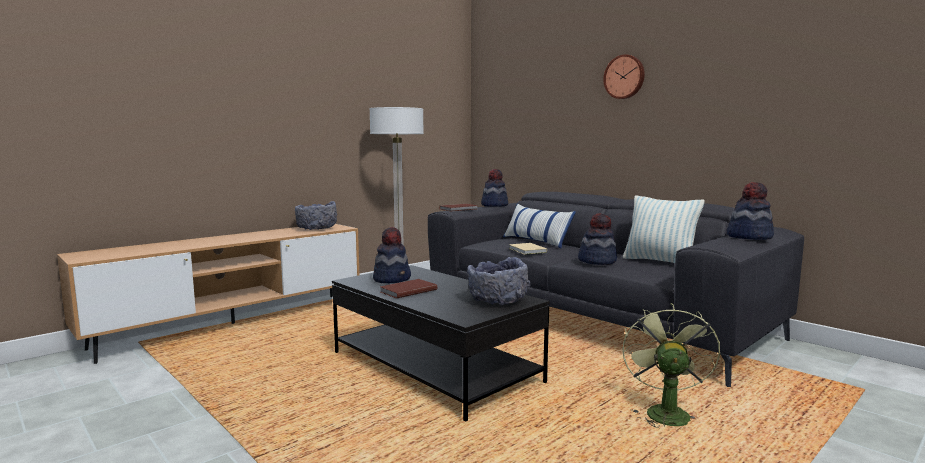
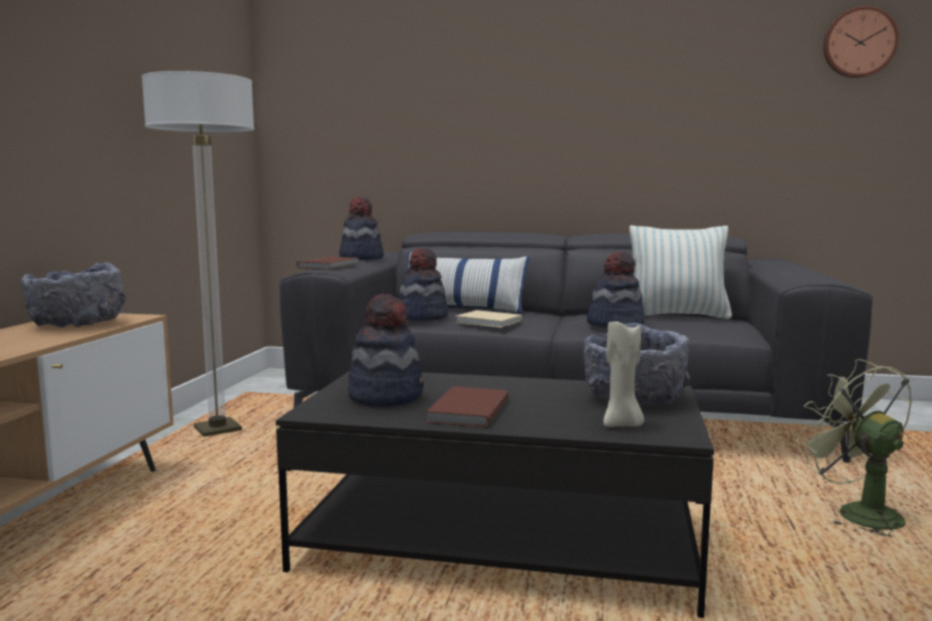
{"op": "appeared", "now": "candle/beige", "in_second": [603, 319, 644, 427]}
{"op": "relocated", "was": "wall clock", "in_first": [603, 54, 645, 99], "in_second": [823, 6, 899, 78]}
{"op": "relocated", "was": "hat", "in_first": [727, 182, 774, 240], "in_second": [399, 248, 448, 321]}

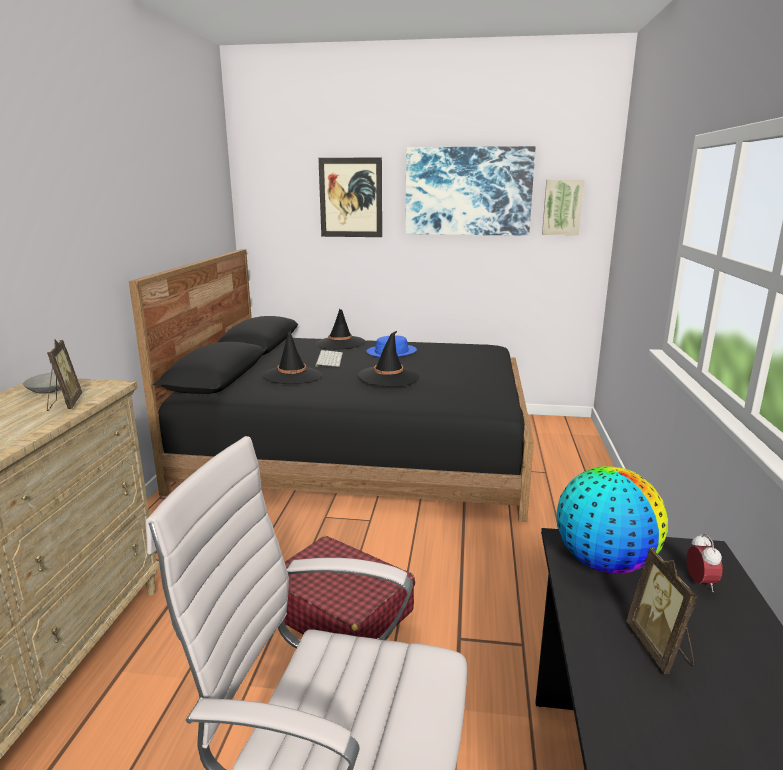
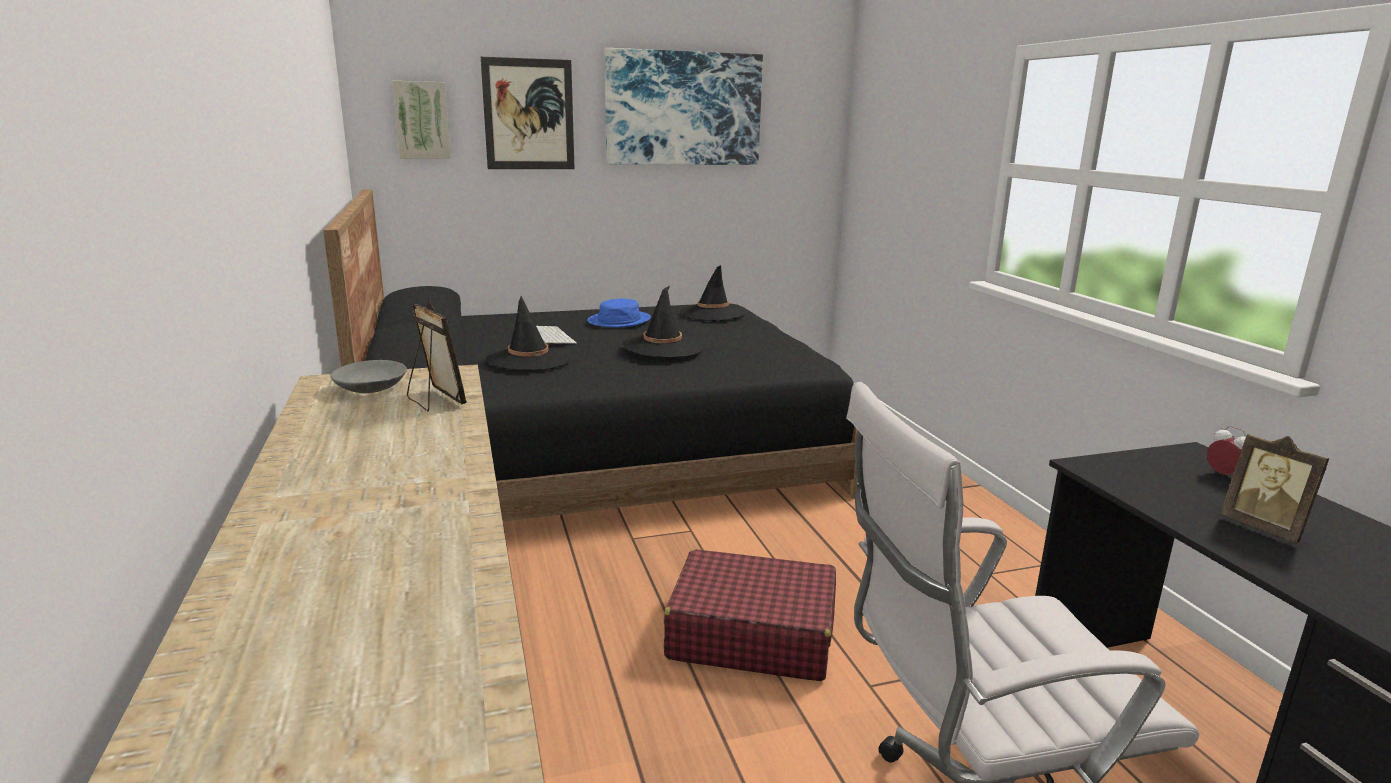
{"op": "missing", "was": "globe", "in_first": [557, 466, 668, 574]}
{"op": "relocated", "was": "hat/black", "in_first": [315, 309, 365, 350], "in_second": [680, 265, 746, 321]}
{"op": "relocated", "was": "picture", "in_first": [542, 179, 584, 235], "in_second": [392, 81, 451, 159]}

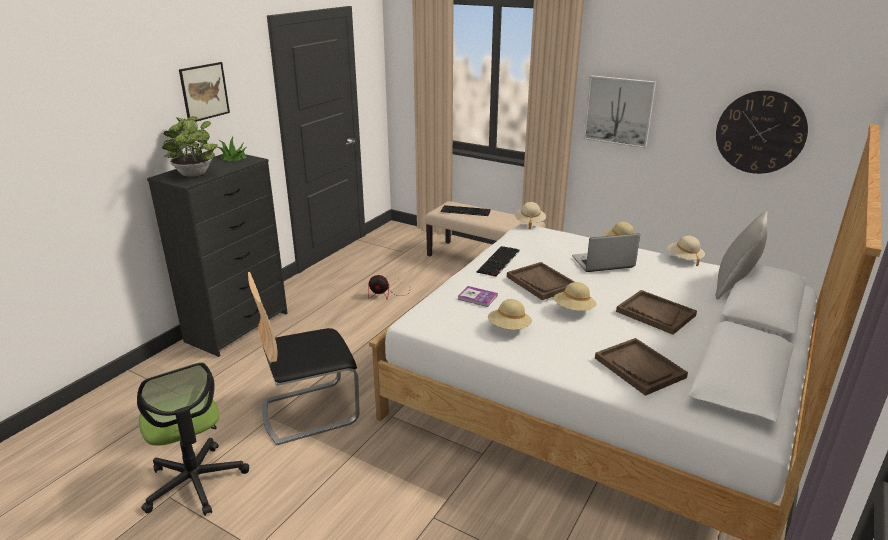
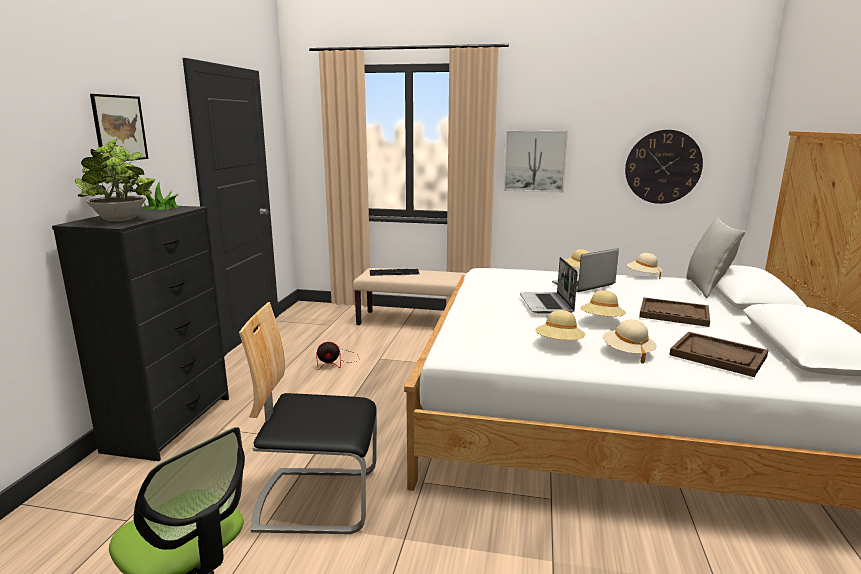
{"op": "missing", "was": "book", "in_first": [457, 286, 498, 307]}
{"op": "missing", "was": "keyboard", "in_first": [476, 246, 519, 277]}
{"op": "relocated", "was": "hat/beige", "in_first": [515, 202, 546, 229], "in_second": [603, 319, 657, 364]}
{"op": "exchanged", "was": "tray/brown", "now": "laptop", "in_first": [507, 262, 574, 300], "in_second": [520, 257, 578, 313]}
{"op": "spun", "was": "chair", "in_first": [248, 272, 360, 445], "in_second": [239, 302, 377, 534], "clockwise": 45}

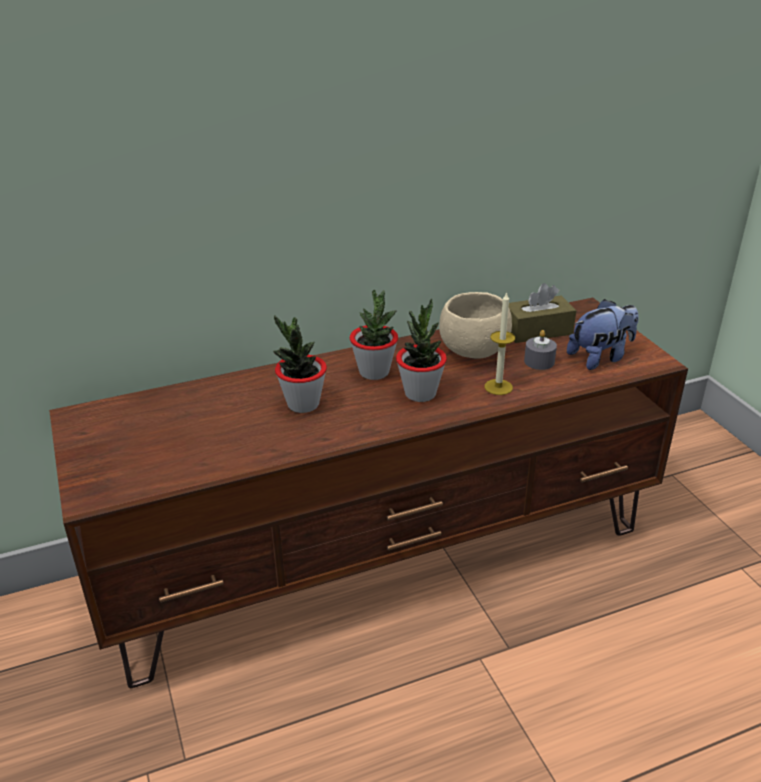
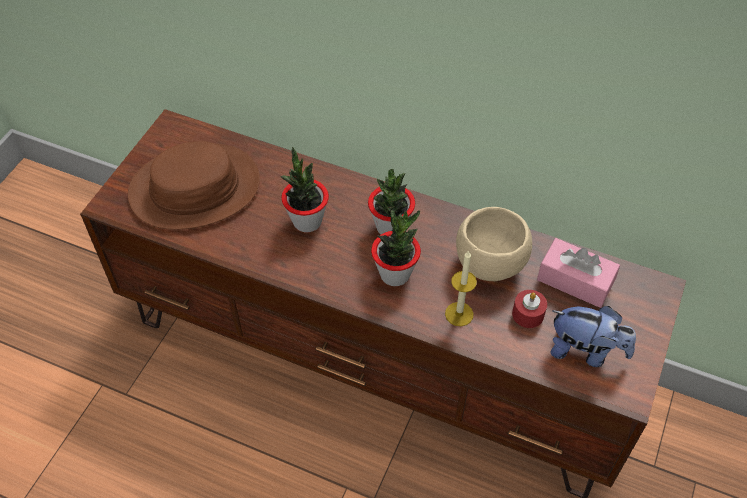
{"op": "appeared", "now": "hat/brown", "in_second": [128, 141, 260, 230]}
{"op": "colour", "was": "tissue box/brown", "now": "tissue box/pink", "in_first": [509, 283, 576, 343], "in_second": [537, 238, 620, 308]}
{"op": "colour", "was": "candle/grey", "now": "candle/red", "in_first": [524, 330, 557, 370], "in_second": [512, 290, 547, 328]}

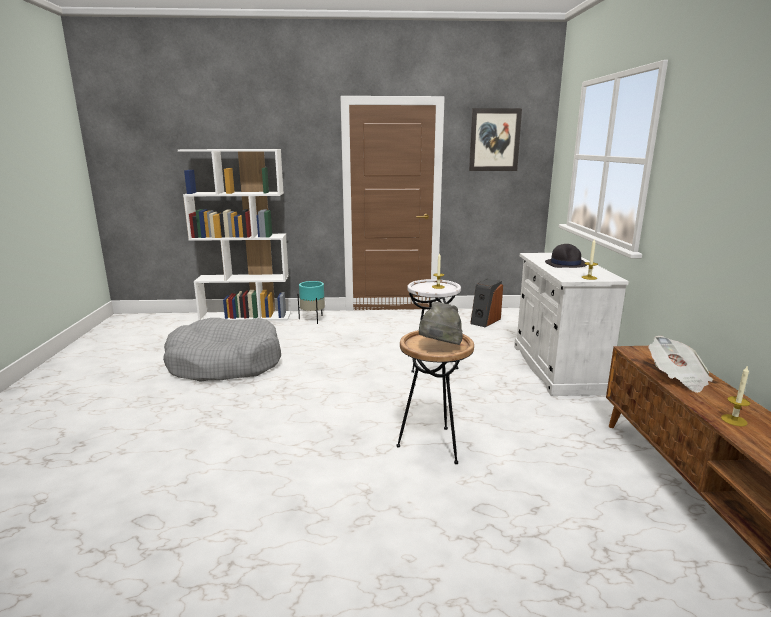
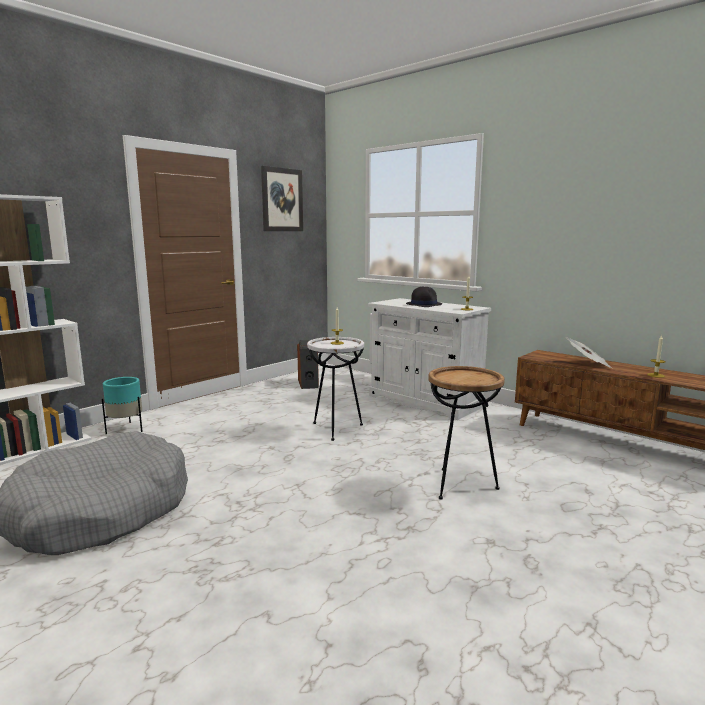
{"op": "missing", "was": "hat/grey", "in_first": [419, 302, 463, 345]}

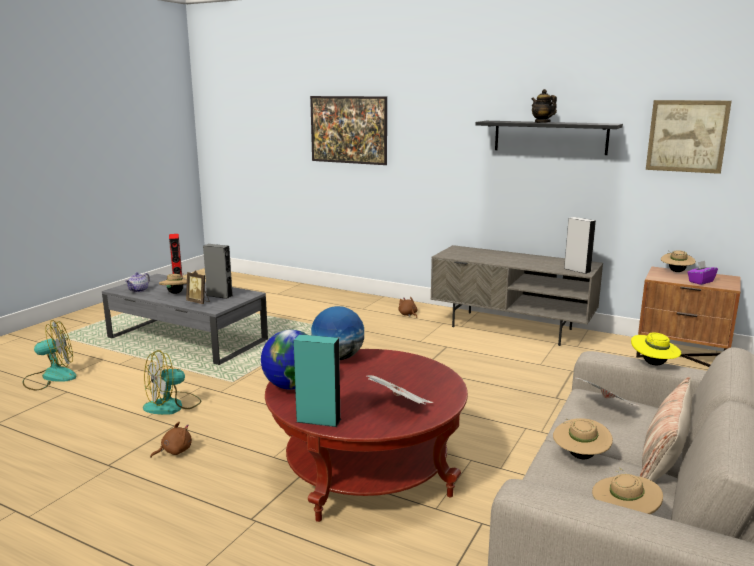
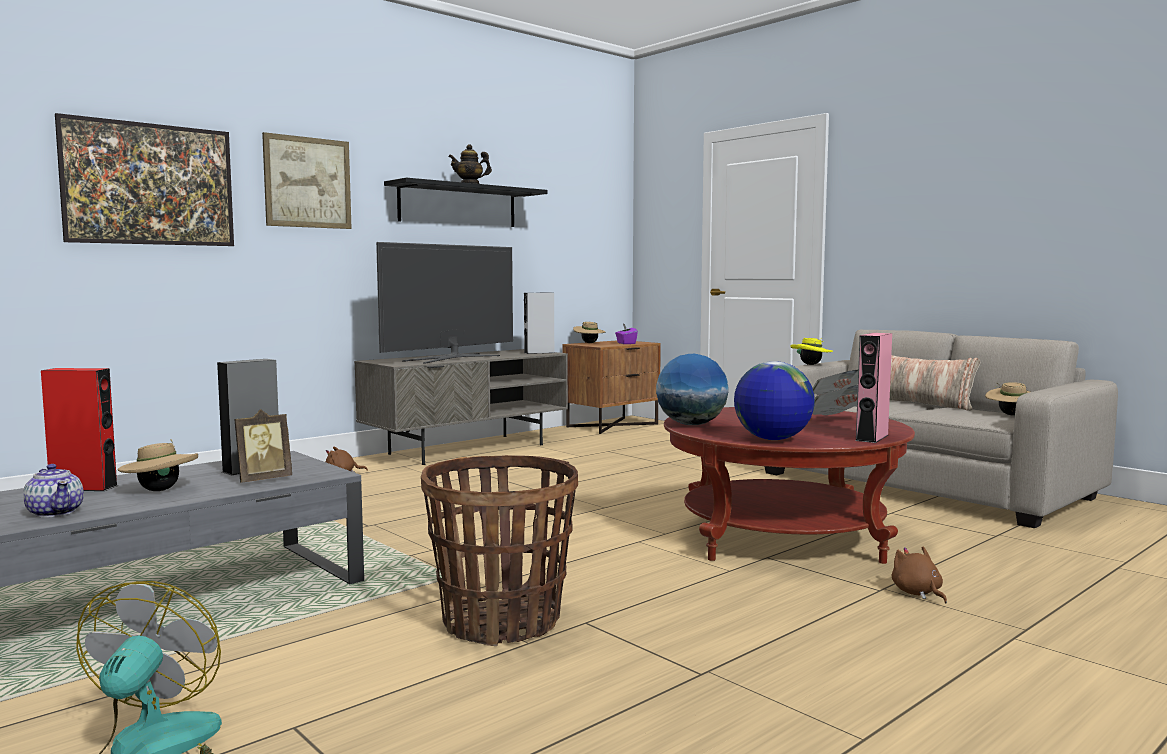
{"op": "missing", "was": "hat/beige", "in_first": [553, 418, 613, 459]}
{"op": "appeared", "now": "television", "in_second": [376, 242, 513, 364]}
{"op": "relocated", "was": "plush toy/brown", "in_first": [150, 422, 192, 458], "in_second": [891, 547, 947, 603]}
{"op": "relocated", "was": "picture", "in_first": [646, 100, 732, 174], "in_second": [262, 132, 352, 229]}
{"op": "exchanged", "was": "fan", "now": "basket", "in_first": [143, 350, 201, 415], "in_second": [421, 455, 578, 646]}
{"op": "colour", "was": "speaker/turquoise", "now": "speaker/pink", "in_first": [293, 334, 341, 427], "in_second": [855, 333, 892, 443]}

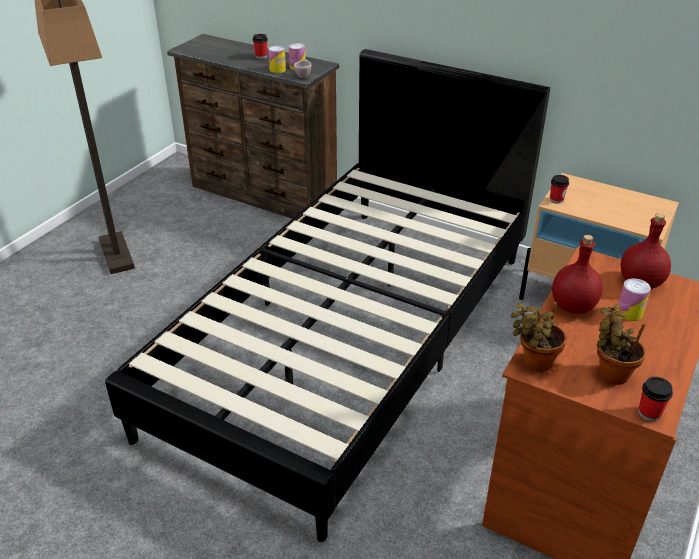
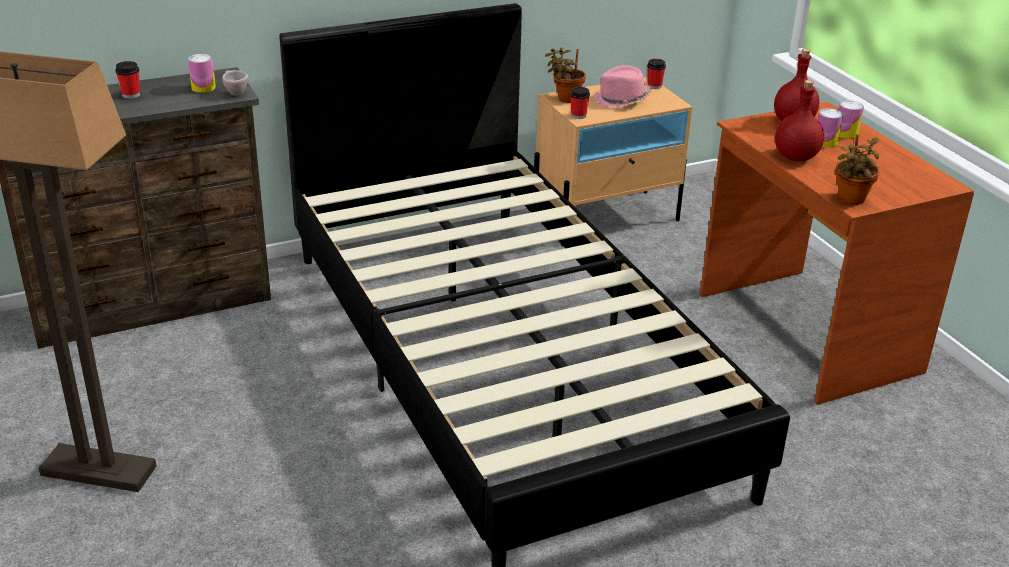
{"op": "appeared", "now": "hat/pink", "in_second": [594, 65, 651, 108]}
{"op": "relocated", "was": "can", "in_first": [268, 46, 286, 73], "in_second": [839, 100, 864, 139]}
{"op": "relocated", "was": "potted plant", "in_first": [597, 304, 646, 385], "in_second": [545, 47, 586, 103]}
{"op": "relocated", "was": "cup", "in_first": [638, 377, 673, 422], "in_second": [647, 59, 666, 89]}

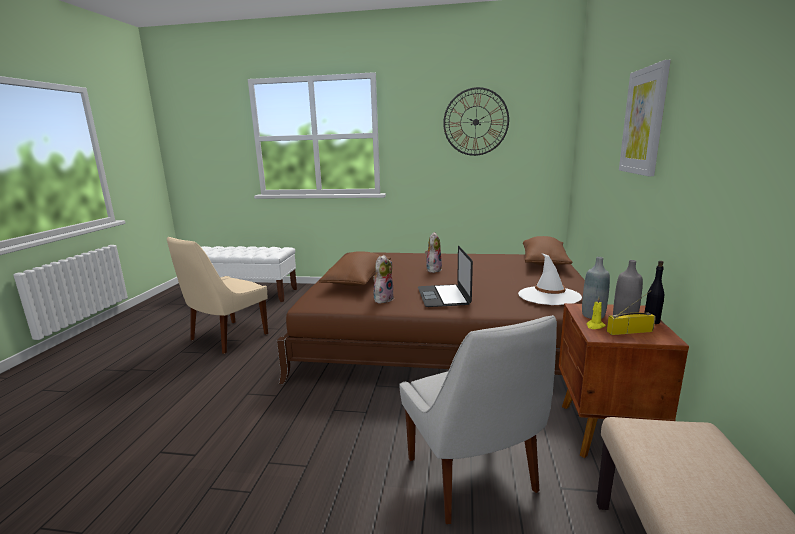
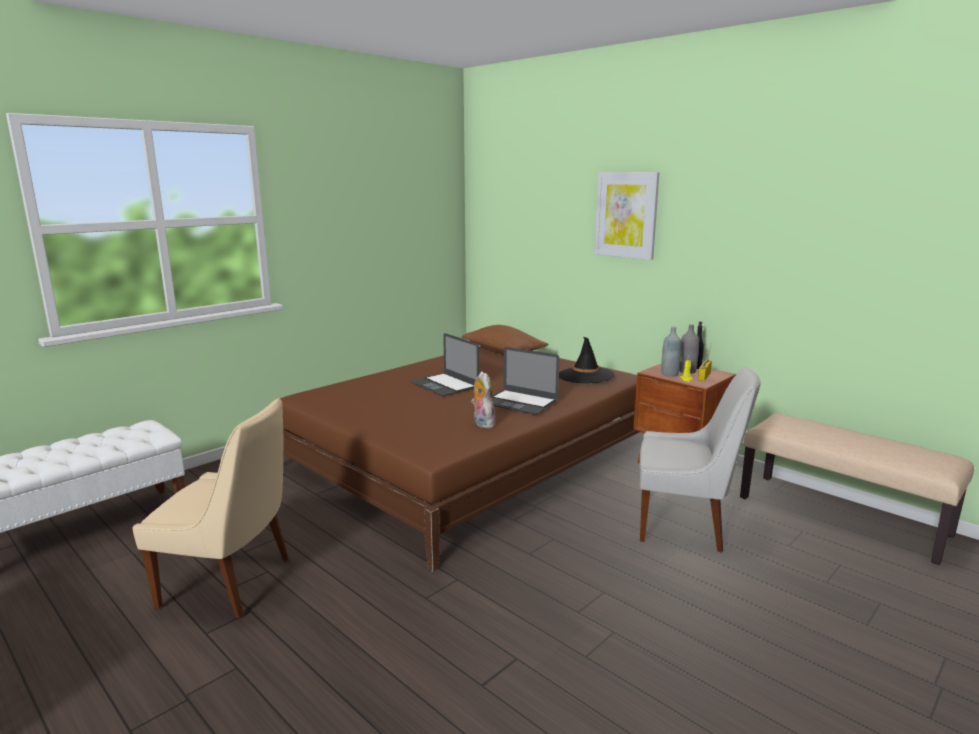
{"op": "missing", "was": "pillow/brown", "in_first": [319, 252, 391, 286]}
{"op": "missing", "was": "wall clock", "in_first": [443, 87, 509, 156]}
{"op": "exchanged", "was": "plush toy", "now": "laptop", "in_first": [425, 232, 442, 273], "in_second": [410, 333, 479, 396]}
{"op": "colour", "was": "hat/white", "now": "hat/black", "in_first": [518, 253, 582, 305], "in_second": [559, 337, 615, 383]}
{"op": "spun", "was": "chair/beige", "in_first": [167, 237, 268, 354], "in_second": [132, 398, 289, 619], "clockwise": -60}

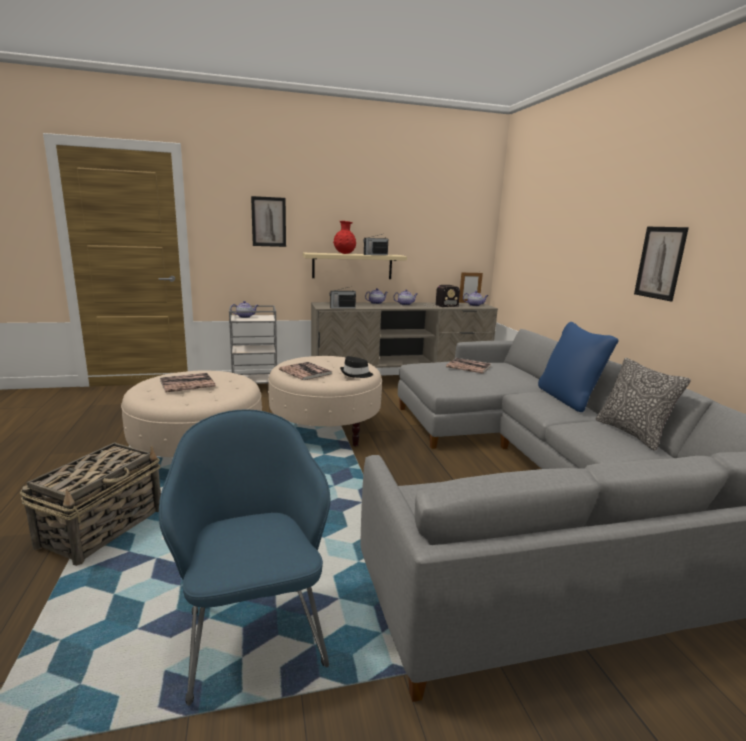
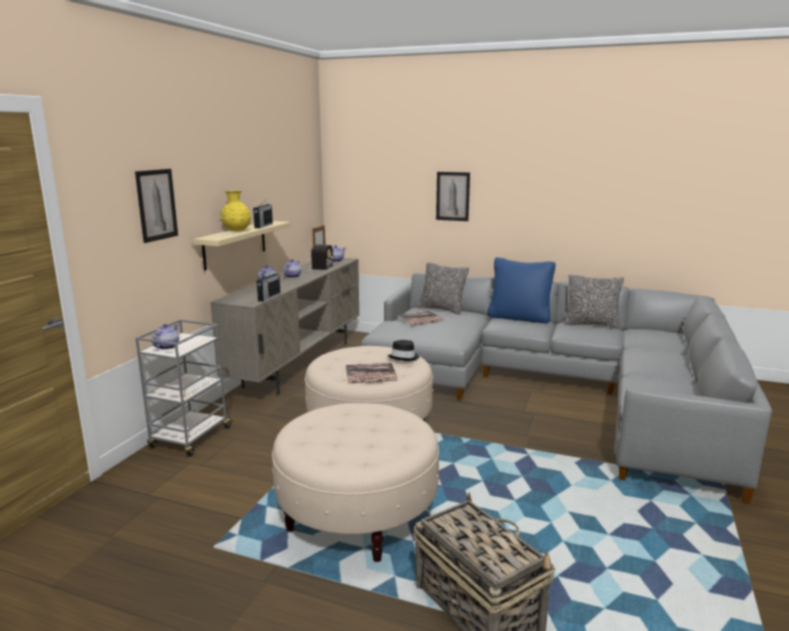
{"op": "missing", "was": "armchair/blue", "in_first": [159, 409, 330, 706]}
{"op": "missing", "was": "book", "in_first": [160, 373, 216, 393]}
{"op": "appeared", "now": "pillow", "in_second": [418, 262, 469, 315]}
{"op": "relocated", "was": "picture", "in_first": [634, 227, 689, 302], "in_second": [436, 172, 470, 221]}
{"op": "colour", "was": "vase/red", "now": "vase/yellow", "in_first": [333, 221, 356, 254], "in_second": [221, 191, 251, 231]}

